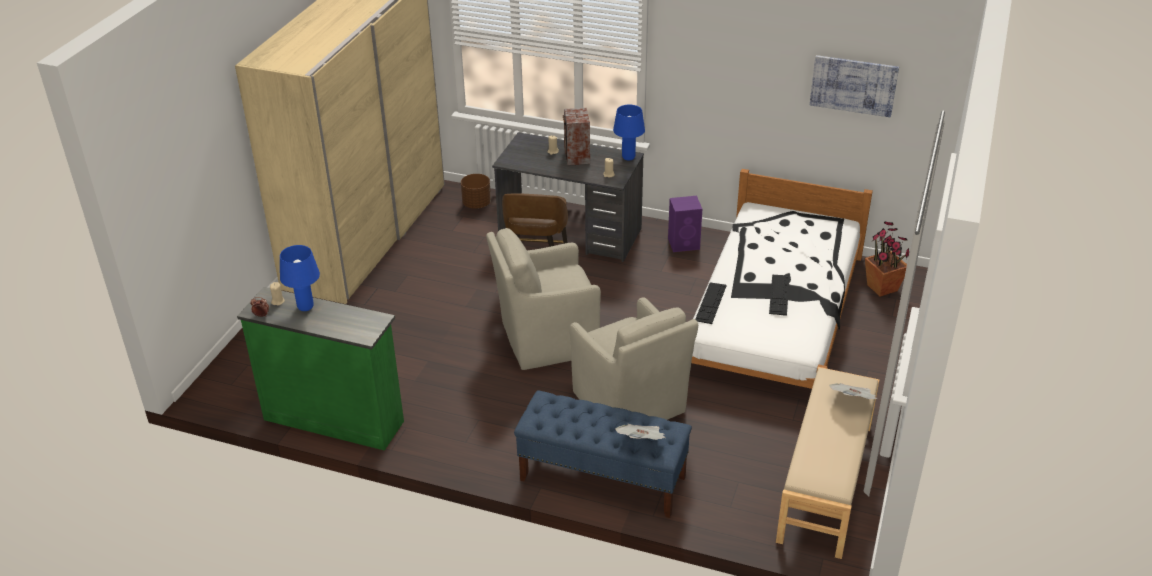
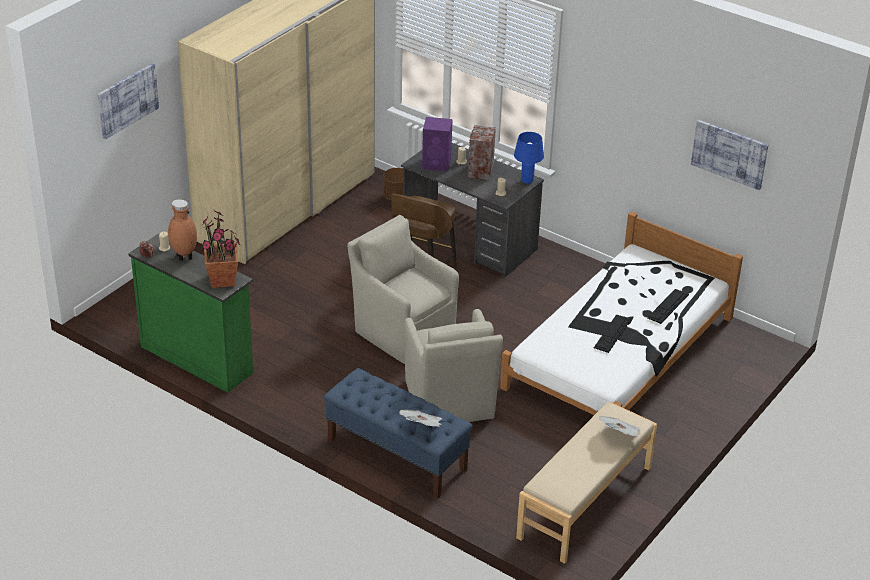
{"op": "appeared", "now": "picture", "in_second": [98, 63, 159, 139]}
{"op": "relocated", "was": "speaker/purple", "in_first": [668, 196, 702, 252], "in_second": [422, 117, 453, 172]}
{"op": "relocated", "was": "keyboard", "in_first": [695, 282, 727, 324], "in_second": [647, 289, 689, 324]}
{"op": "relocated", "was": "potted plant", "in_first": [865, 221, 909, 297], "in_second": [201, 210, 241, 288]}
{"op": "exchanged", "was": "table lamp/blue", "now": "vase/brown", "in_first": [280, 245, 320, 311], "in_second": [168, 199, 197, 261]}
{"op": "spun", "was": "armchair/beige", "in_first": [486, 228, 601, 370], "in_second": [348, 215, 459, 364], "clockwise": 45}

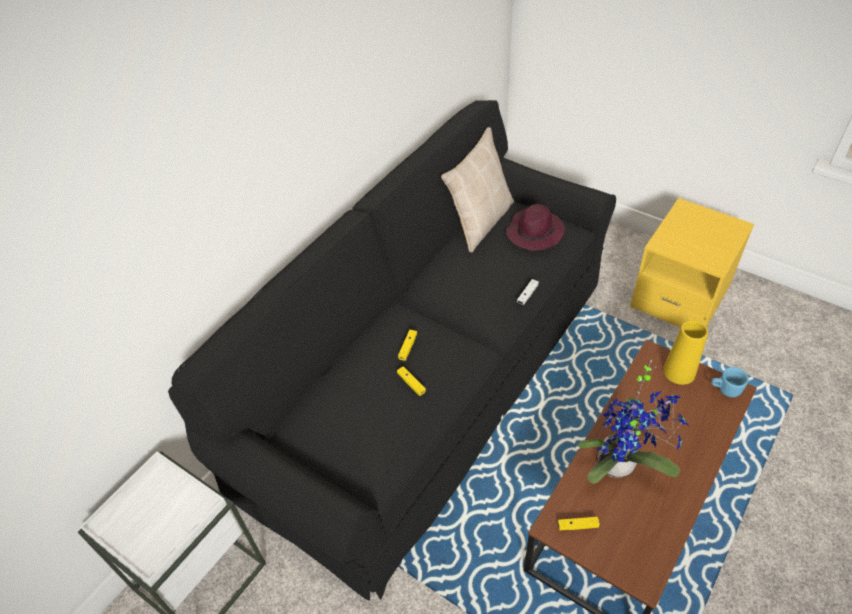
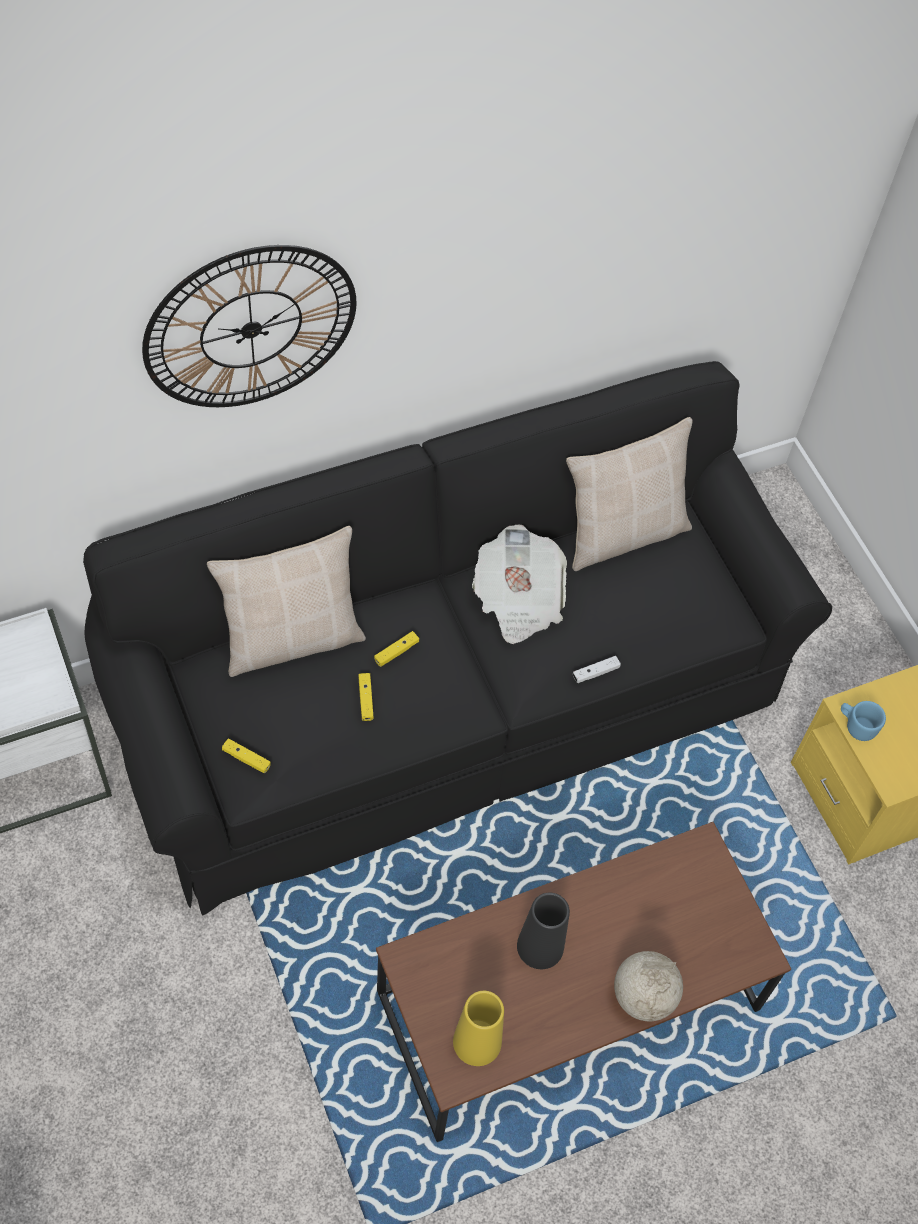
{"op": "missing", "was": "hat/purple", "in_first": [506, 204, 565, 250]}
{"op": "appeared", "now": "wall clock", "in_second": [142, 245, 357, 407]}
{"op": "appeared", "now": "pillow/beige", "in_second": [207, 526, 366, 677]}
{"op": "appeared", "now": "newspaper", "in_second": [472, 525, 567, 644]}
{"op": "appeared", "now": "globe", "in_second": [614, 951, 683, 1021]}
{"op": "relocated", "was": "game controller/yellow", "in_first": [558, 517, 600, 530], "in_second": [222, 738, 271, 773]}
{"op": "relocated", "was": "vase/yellow", "in_first": [663, 320, 708, 385], "in_second": [453, 991, 504, 1066]}
{"op": "relocated", "was": "mug/blue", "in_first": [711, 367, 749, 397], "in_second": [841, 701, 886, 741]}
{"op": "exchanged", "was": "potted plant", "now": "vase/black", "in_first": [578, 360, 689, 484], "in_second": [517, 893, 570, 969]}

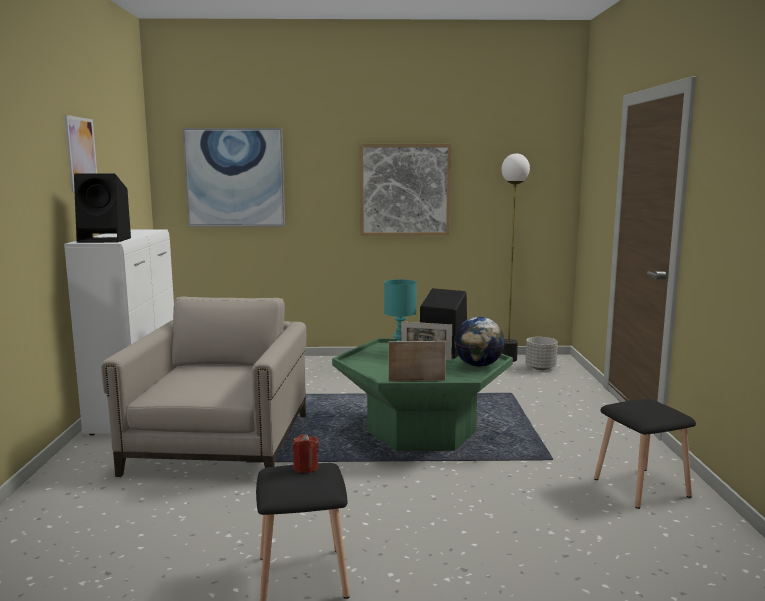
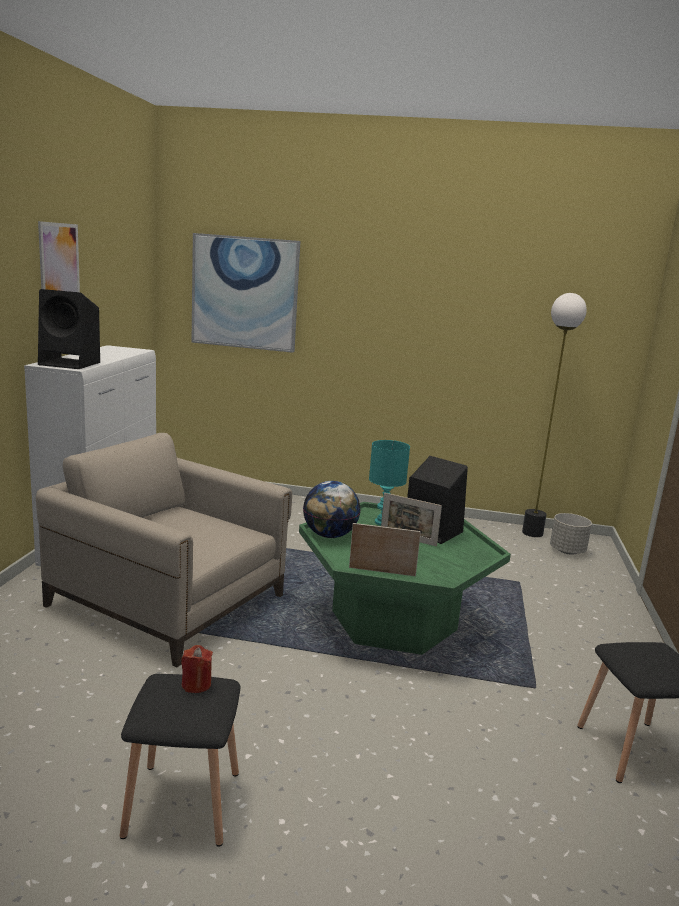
{"op": "missing", "was": "picture", "in_first": [360, 144, 451, 236]}
{"op": "relocated", "was": "globe", "in_first": [454, 317, 505, 367], "in_second": [303, 481, 361, 538]}
{"op": "spun", "was": "armchair/beige", "in_first": [101, 296, 306, 477], "in_second": [36, 433, 292, 667], "clockwise": -75}

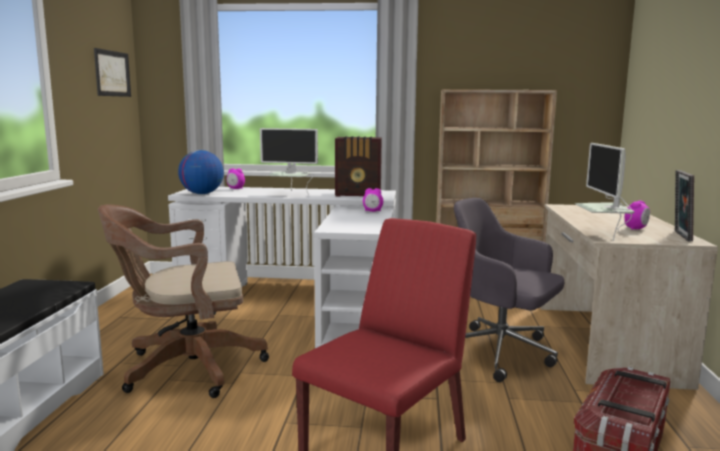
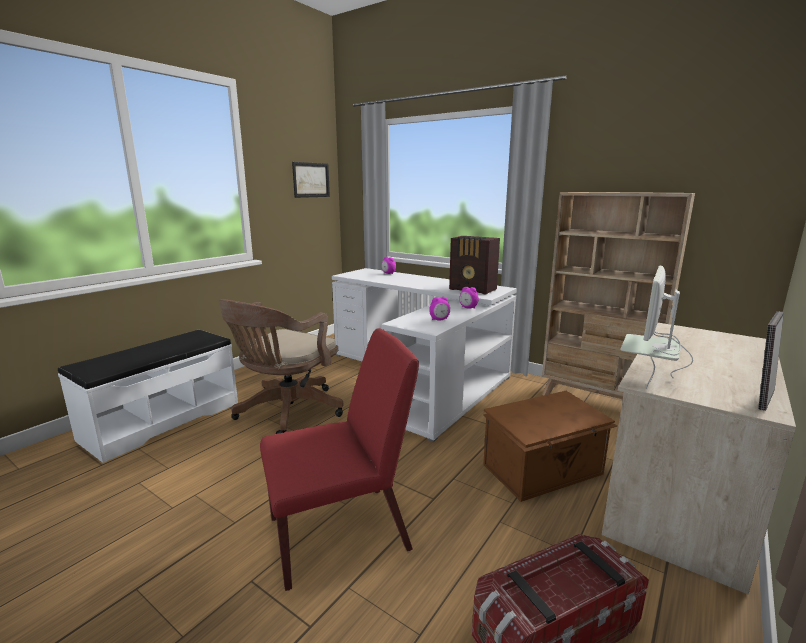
{"op": "missing", "was": "globe", "in_first": [178, 150, 224, 194]}
{"op": "missing", "was": "monitor", "in_first": [260, 128, 318, 195]}
{"op": "relocated", "was": "alarm clock", "in_first": [625, 201, 650, 230], "in_second": [429, 297, 450, 321]}
{"op": "exchanged", "was": "office chair/grey", "now": "storage box/brown", "in_first": [454, 198, 565, 382], "in_second": [483, 391, 617, 502]}
{"op": "spun", "was": "office chair/brown", "in_first": [98, 204, 269, 398], "in_second": [219, 299, 343, 434], "clockwise": -75}

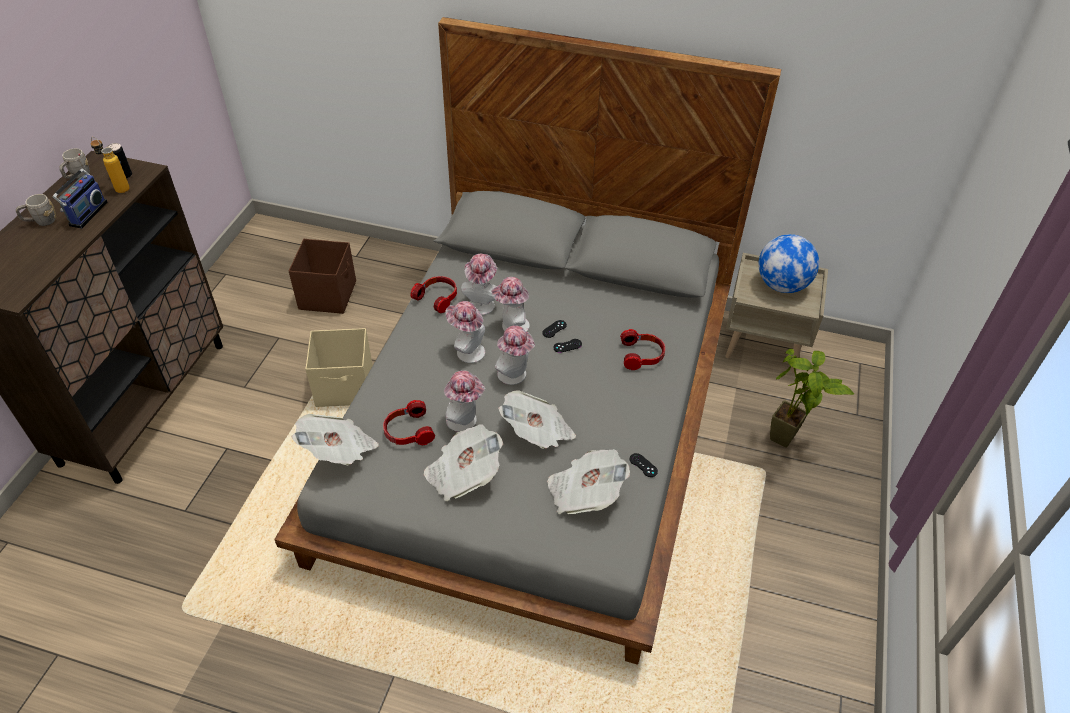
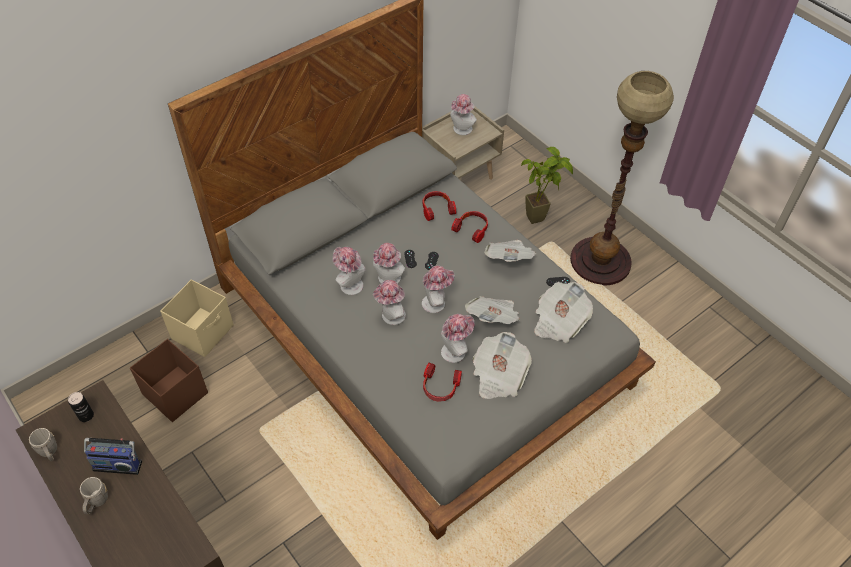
{"op": "missing", "was": "bottle", "in_first": [91, 137, 130, 193]}
{"op": "appeared", "now": "floor lamp", "in_second": [570, 71, 674, 286]}
{"op": "relocated", "was": "newspaper", "in_first": [291, 414, 378, 465], "in_second": [484, 240, 537, 262]}
{"op": "relocated", "was": "storage box/beige", "in_first": [305, 328, 373, 407], "in_second": [160, 279, 233, 357]}
{"op": "relocated", "was": "headphones", "in_first": [410, 276, 457, 313], "in_second": [423, 191, 456, 221]}
{"op": "exchanged", "was": "globe", "now": "hat", "in_first": [758, 234, 819, 293], "in_second": [450, 94, 477, 135]}
{"op": "spun", "was": "radio", "in_first": [52, 153, 108, 229], "in_second": [84, 438, 142, 475], "clockwise": 135}

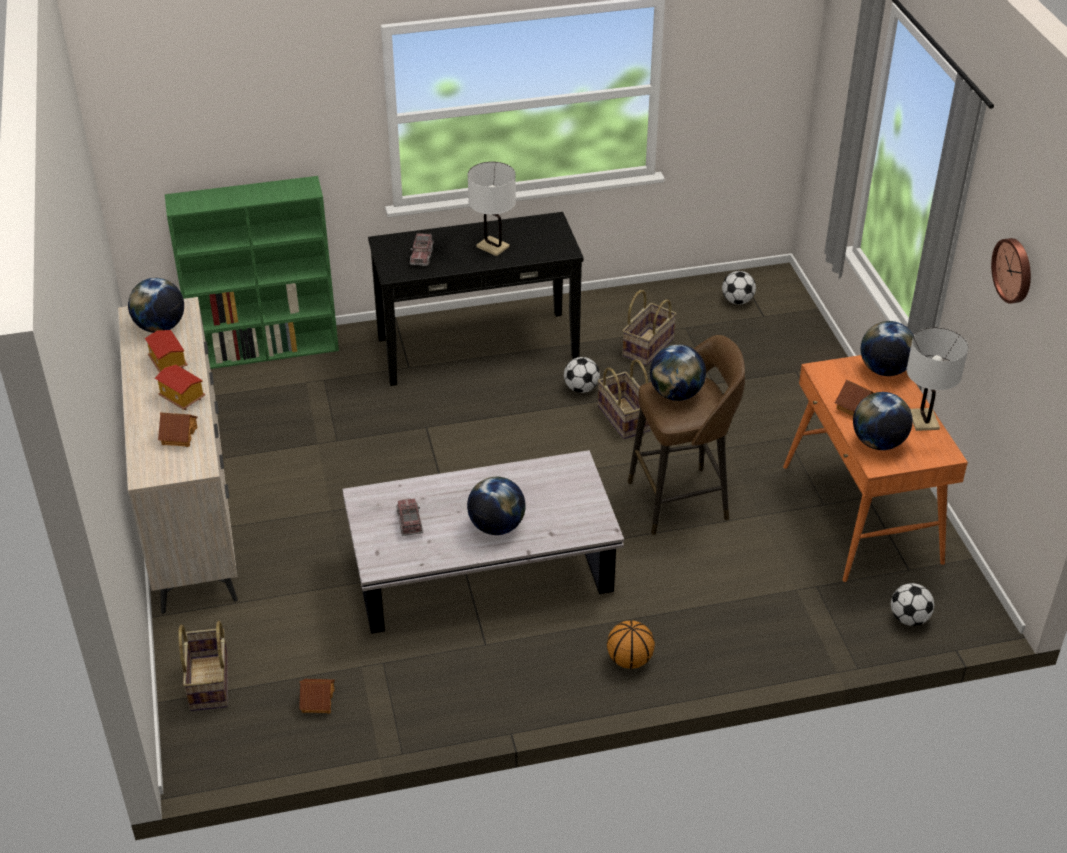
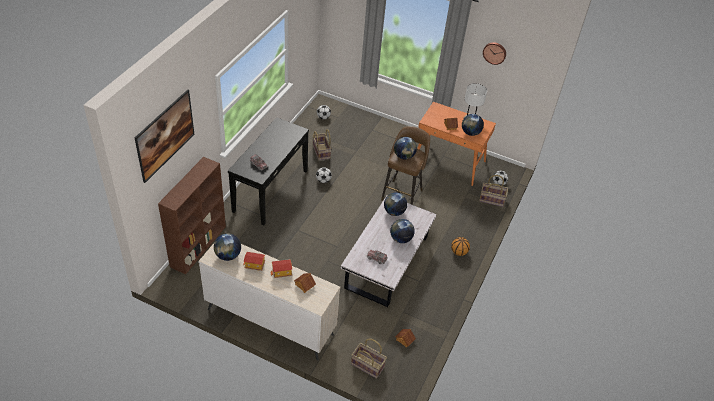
{"op": "missing", "was": "table lamp/white", "in_first": [468, 162, 516, 256]}
{"op": "appeared", "now": "picture", "in_second": [135, 90, 194, 183]}
{"op": "relocated", "was": "basket", "in_first": [598, 359, 651, 439], "in_second": [479, 175, 508, 207]}
{"op": "relocated", "was": "globe", "in_first": [861, 321, 914, 376], "in_second": [384, 193, 407, 216]}
{"op": "colour", "was": "bookcase/green", "now": "bookcase/brown", "in_first": [165, 176, 339, 369], "in_second": [158, 157, 226, 274]}

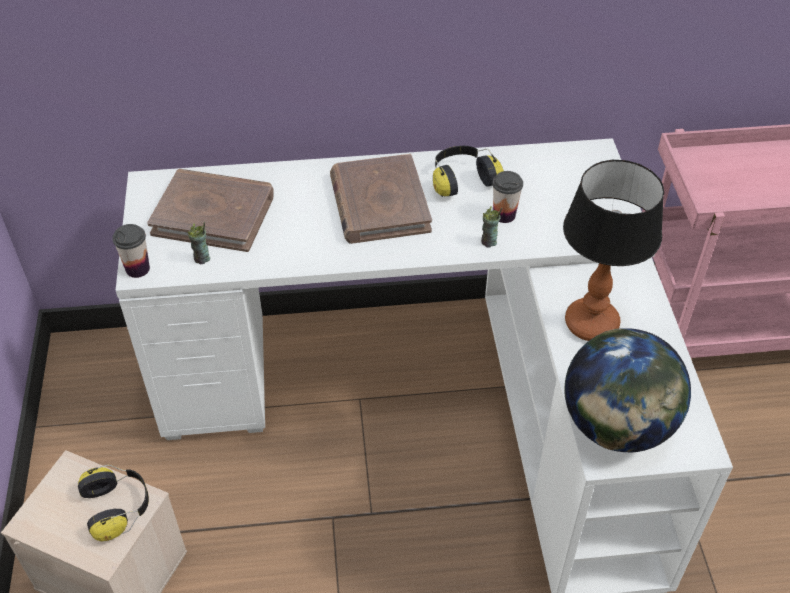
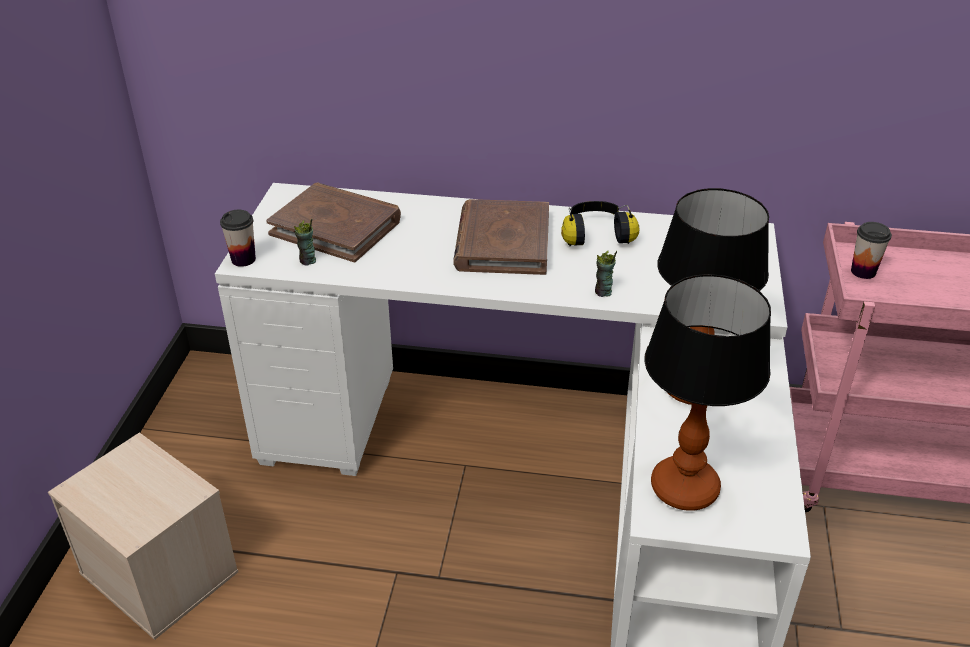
{"op": "missing", "was": "headphones", "in_first": [78, 465, 149, 541]}
{"op": "relocated", "was": "cup", "in_first": [492, 171, 523, 223], "in_second": [851, 222, 892, 279]}
{"op": "exchanged", "was": "globe", "now": "table lamp", "in_first": [565, 328, 691, 452], "in_second": [644, 274, 771, 511]}

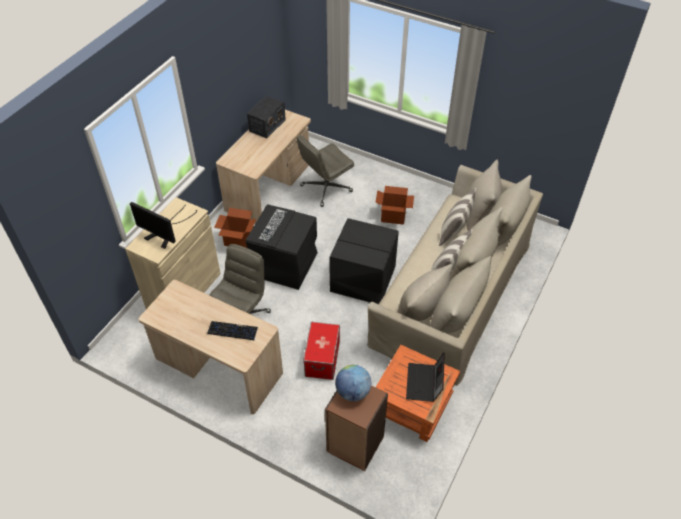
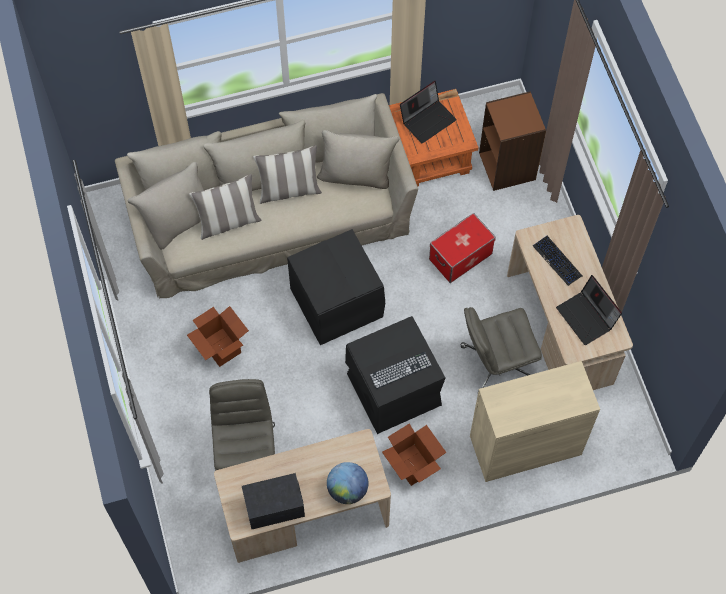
{"op": "missing", "was": "monitor", "in_first": [130, 202, 197, 249]}
{"op": "appeared", "now": "laptop", "in_second": [556, 275, 622, 345]}
{"op": "relocated", "was": "globe", "in_first": [335, 365, 371, 401], "in_second": [327, 462, 369, 504]}
{"op": "spun", "was": "office chair/grey", "in_first": [297, 135, 354, 207], "in_second": [209, 379, 275, 471], "clockwise": -105}

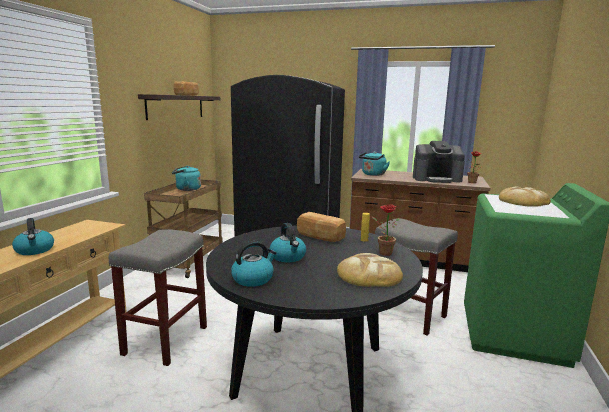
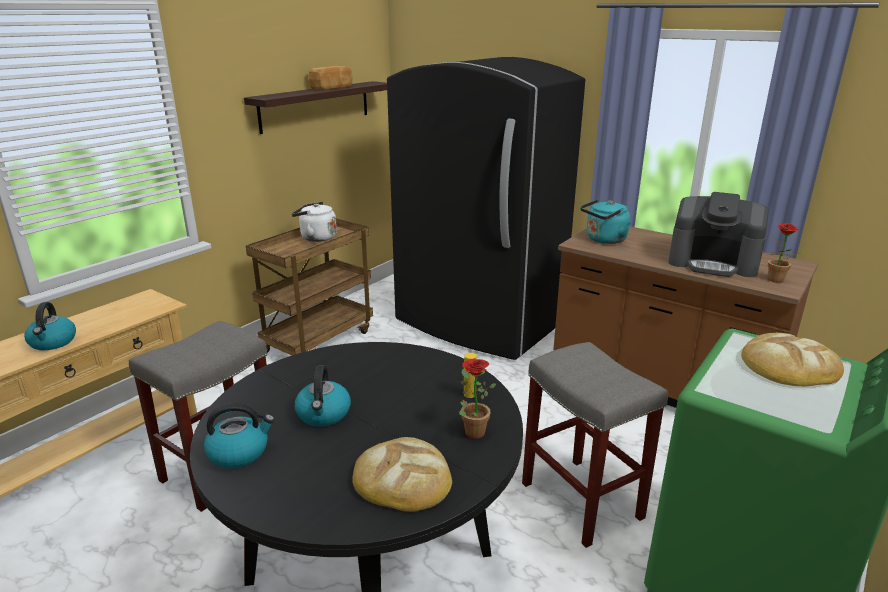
{"op": "missing", "was": "bread", "in_first": [297, 212, 346, 242]}
{"op": "colour", "was": "kettle/turquoise", "now": "kettle/white", "in_first": [172, 166, 201, 191], "in_second": [292, 202, 337, 242]}

